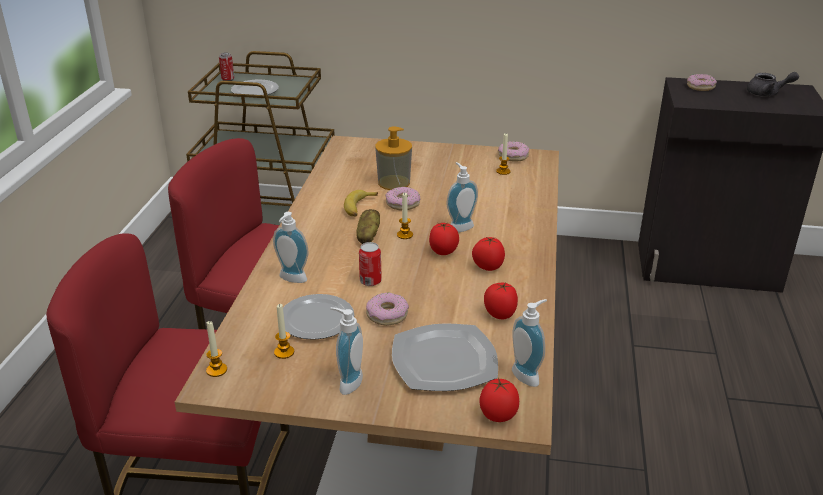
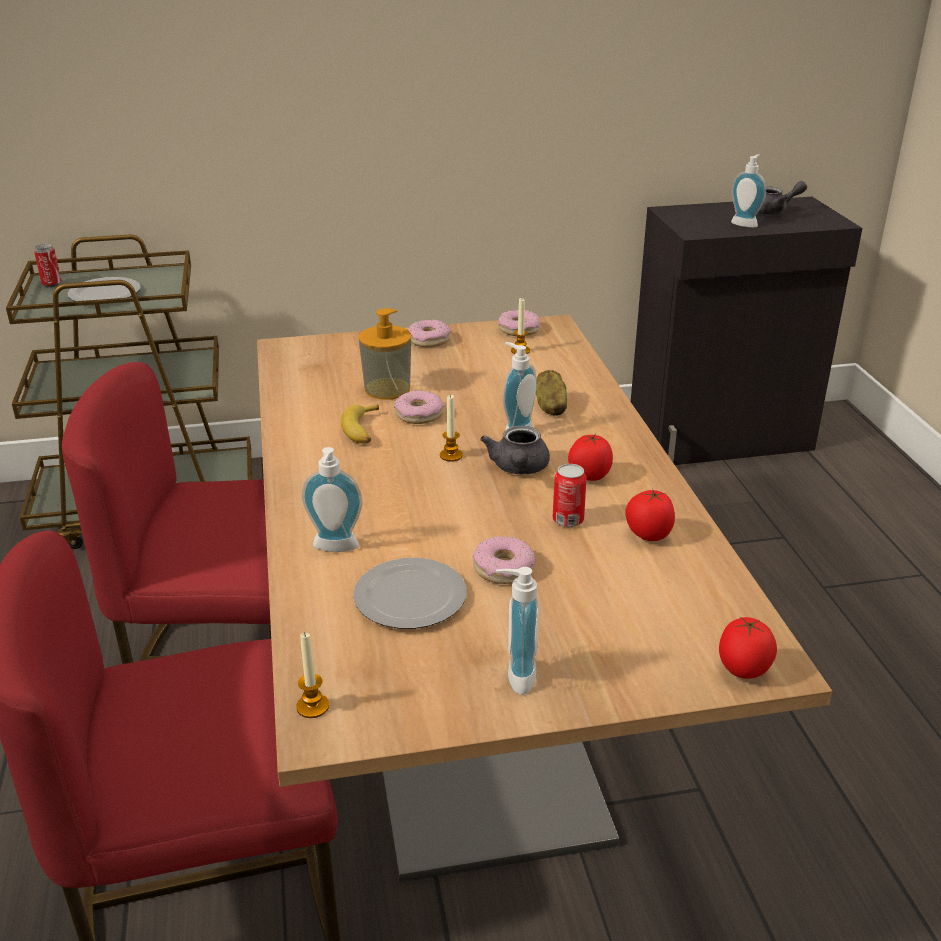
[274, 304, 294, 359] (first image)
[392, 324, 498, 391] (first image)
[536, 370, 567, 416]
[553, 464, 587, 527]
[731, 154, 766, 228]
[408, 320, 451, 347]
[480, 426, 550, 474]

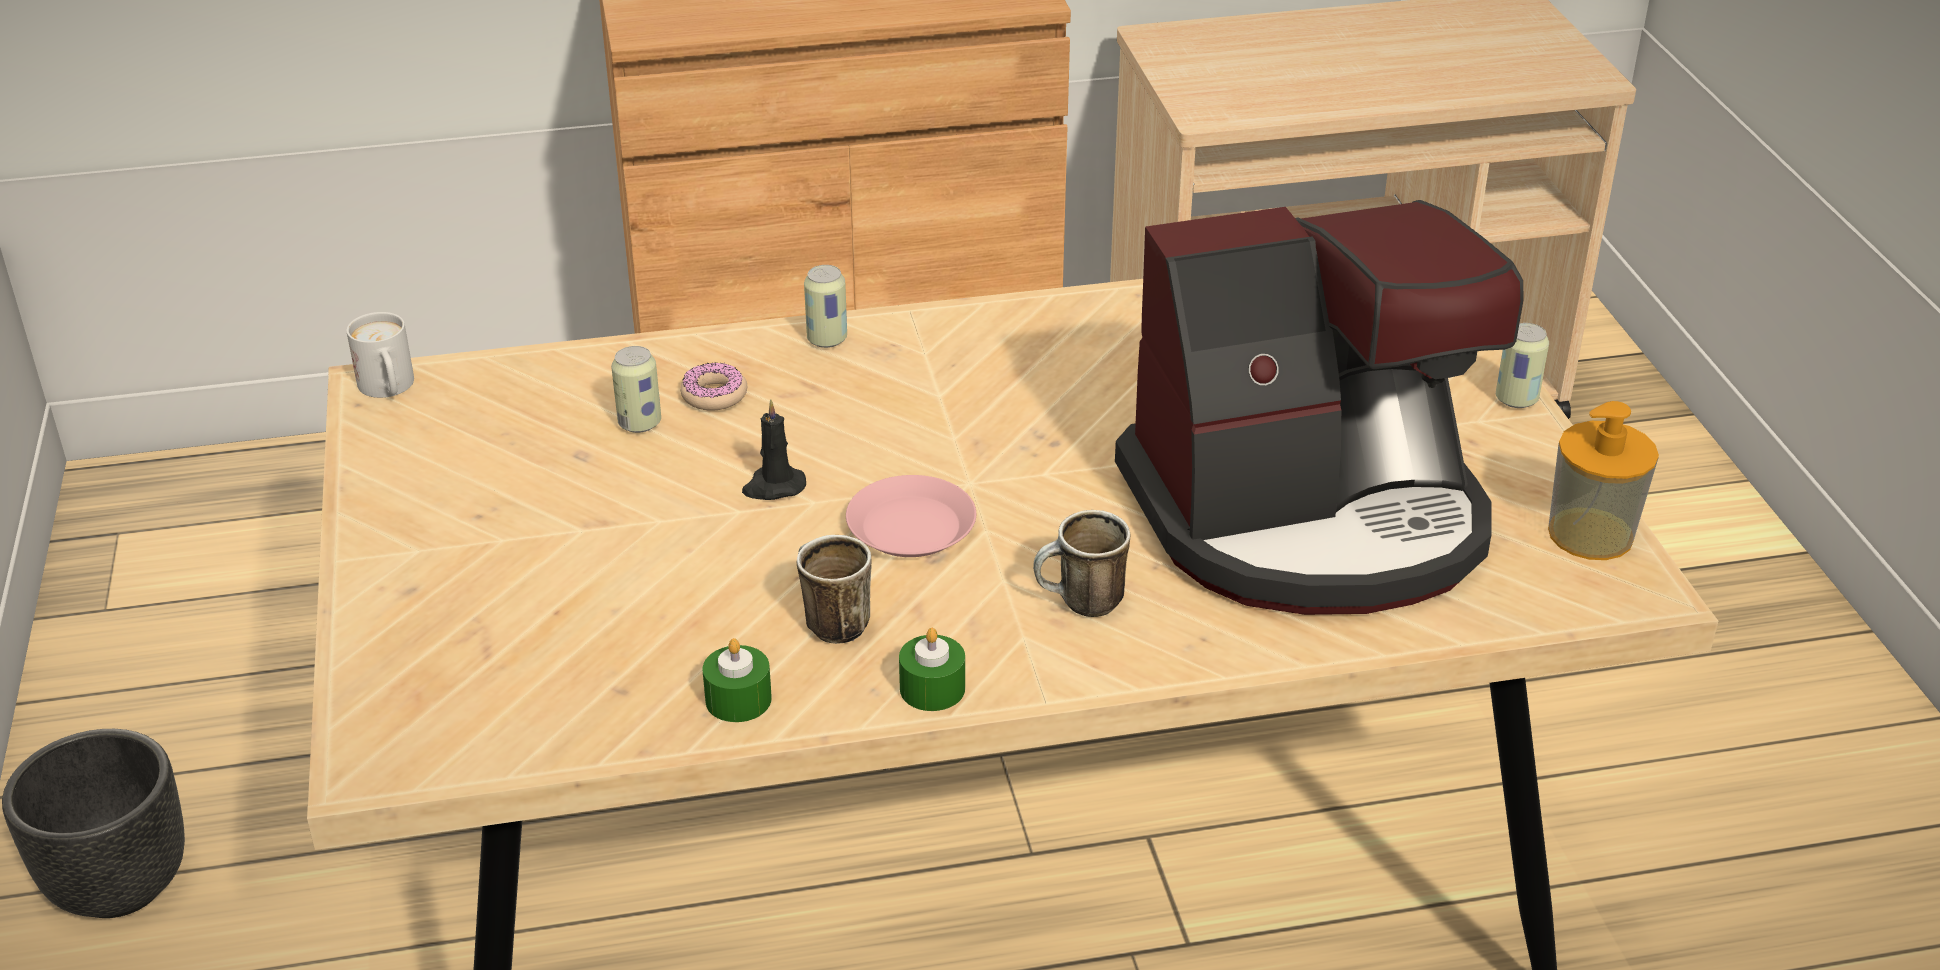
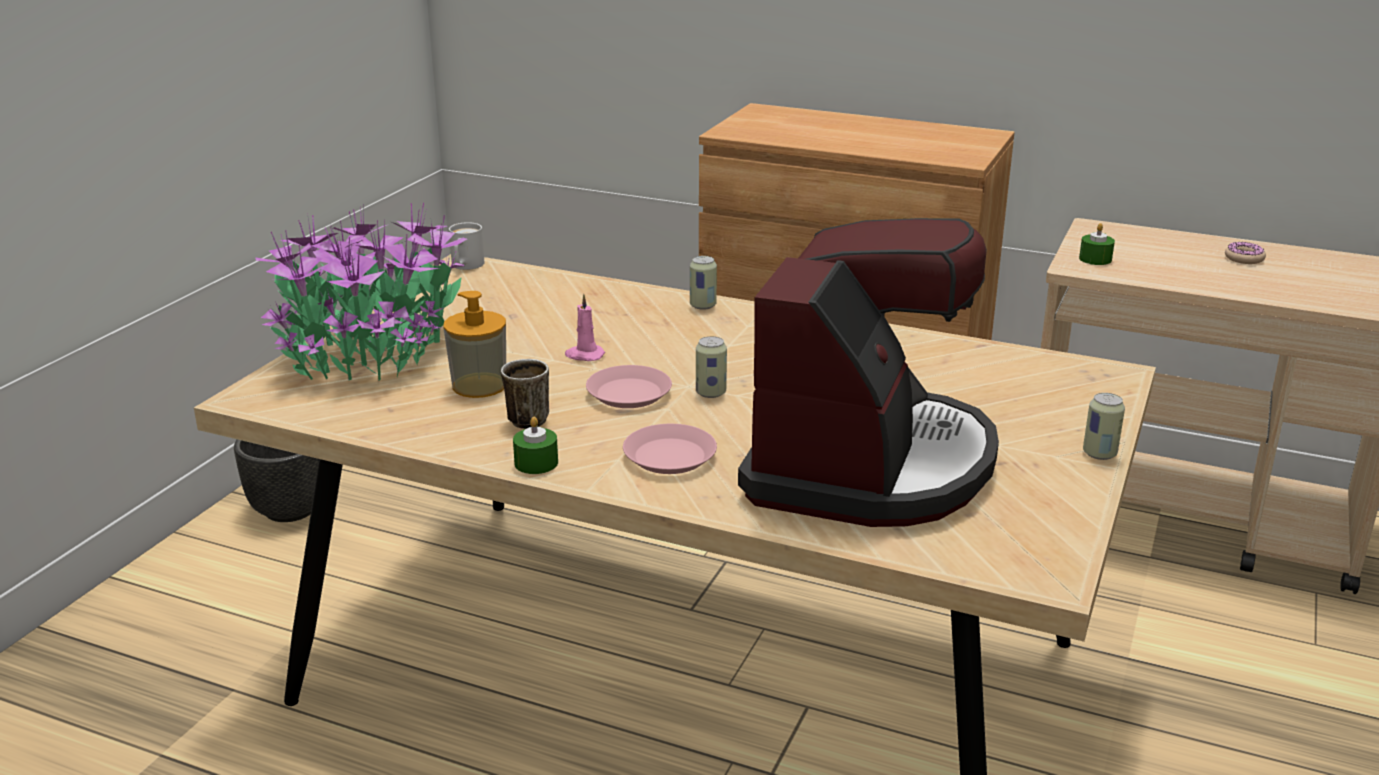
[256, 202, 467, 381]
[696, 336, 727, 398]
[1225, 242, 1266, 264]
[1079, 223, 1115, 265]
[443, 291, 506, 398]
[623, 424, 717, 474]
[565, 294, 605, 361]
[738, 218, 999, 527]

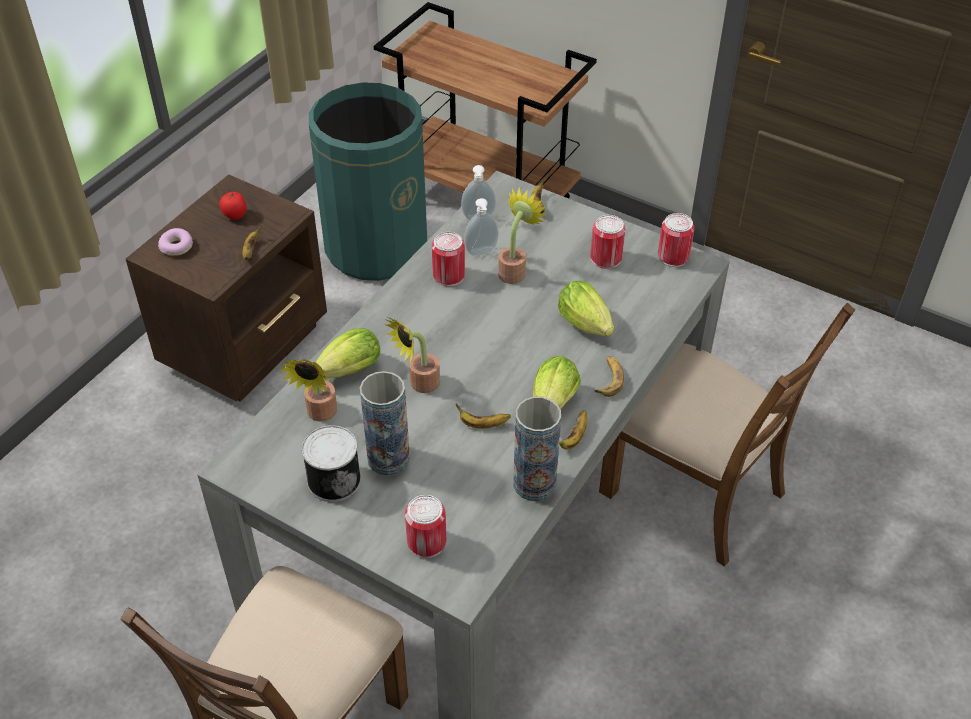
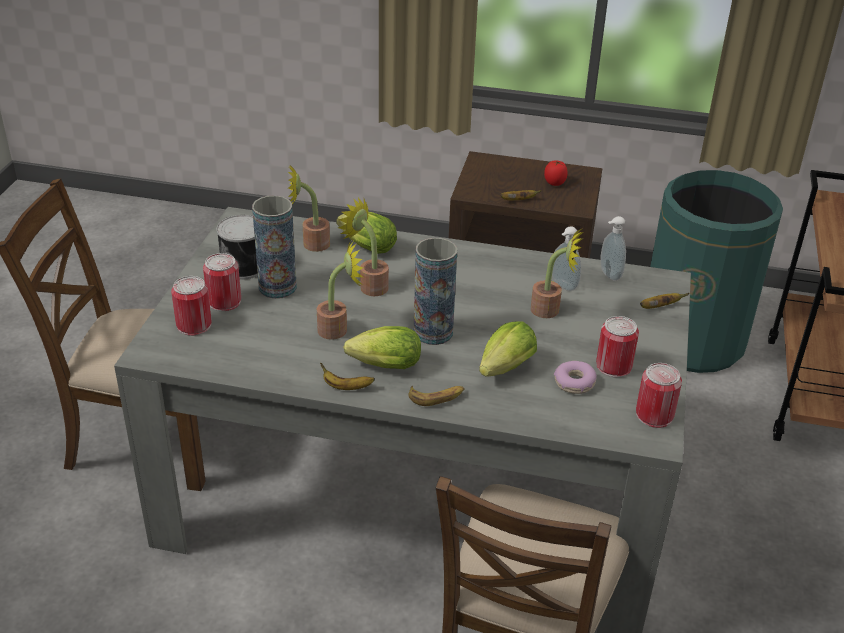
[554, 361, 597, 394]
[203, 253, 241, 311]
[414, 238, 457, 345]
[317, 240, 363, 340]

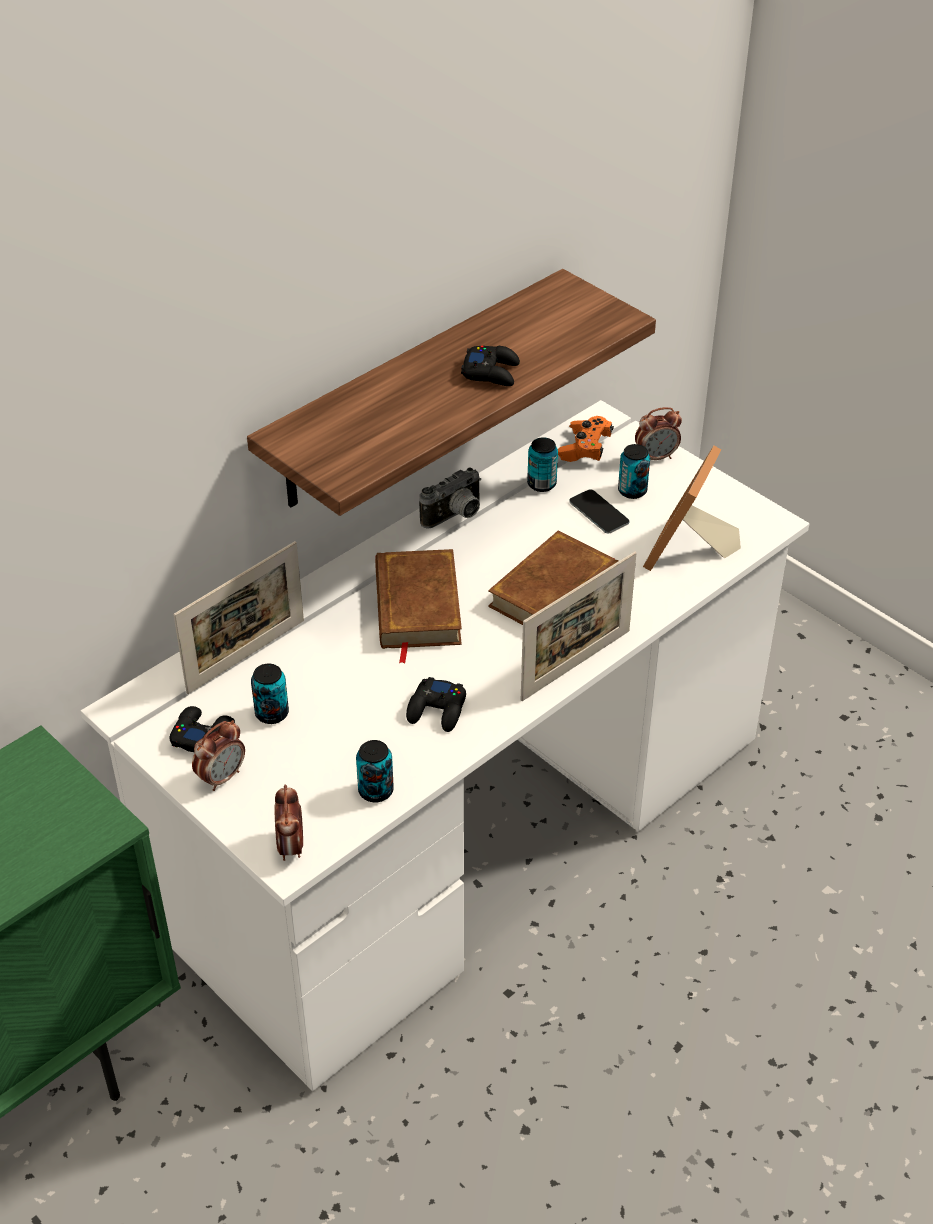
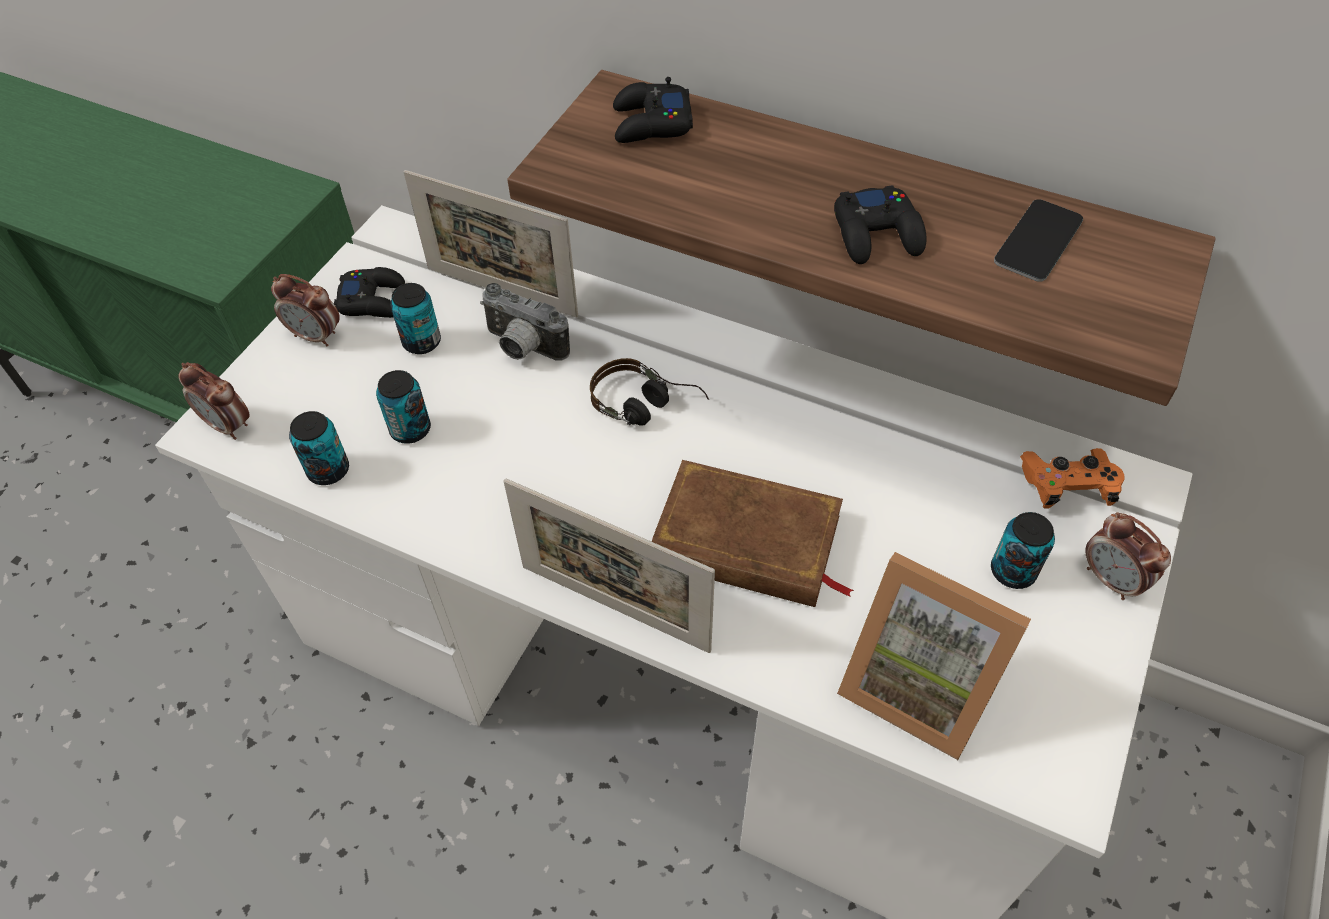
[613, 77, 693, 143]
[480, 283, 570, 360]
[376, 370, 431, 444]
[994, 199, 1083, 282]
[590, 358, 709, 425]
[178, 362, 250, 440]
[837, 552, 1031, 760]

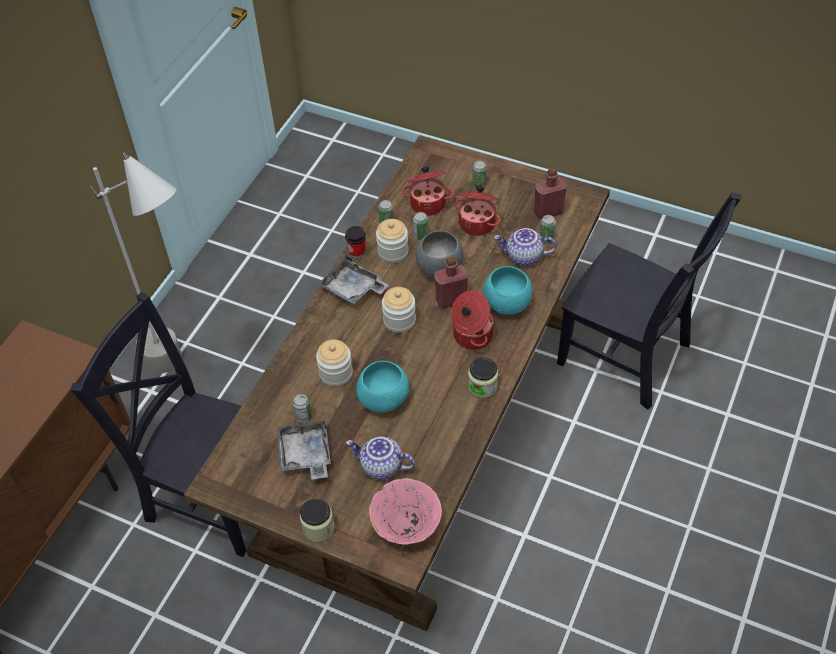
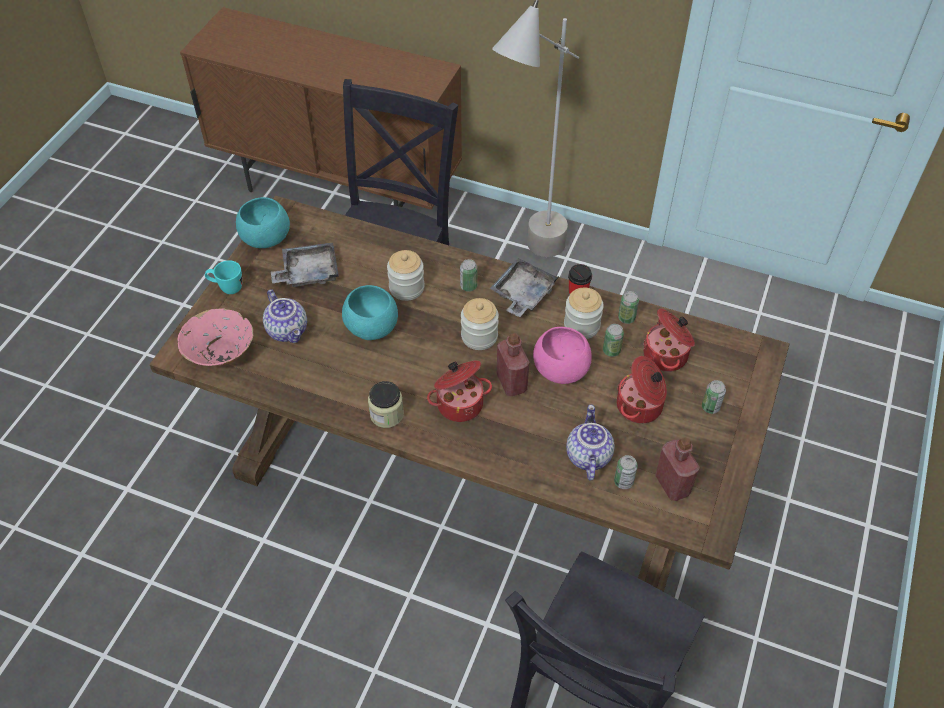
[460, 259, 477, 292]
[236, 197, 290, 248]
[205, 260, 242, 294]
[533, 327, 592, 384]
[263, 289, 307, 343]

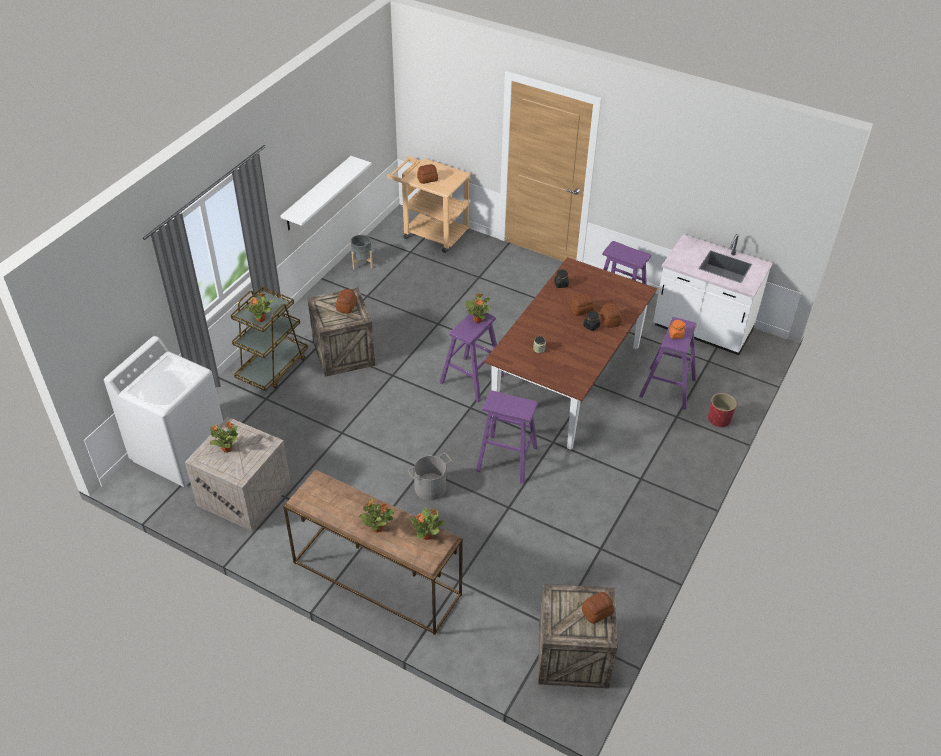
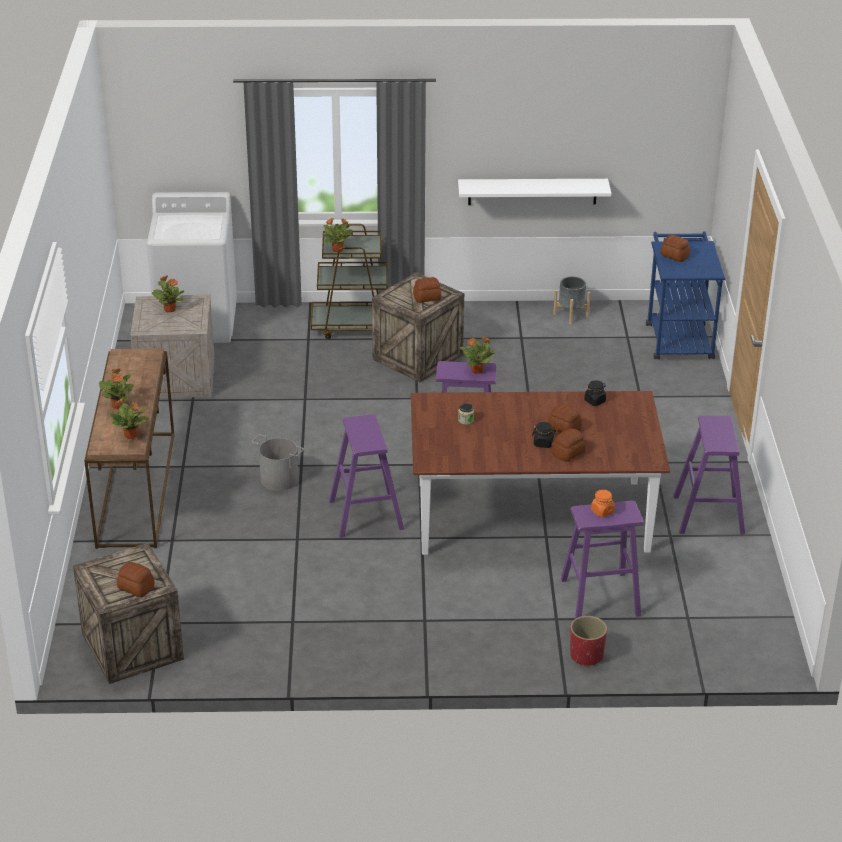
[653, 234, 773, 355] (first image)
[646, 231, 725, 359]

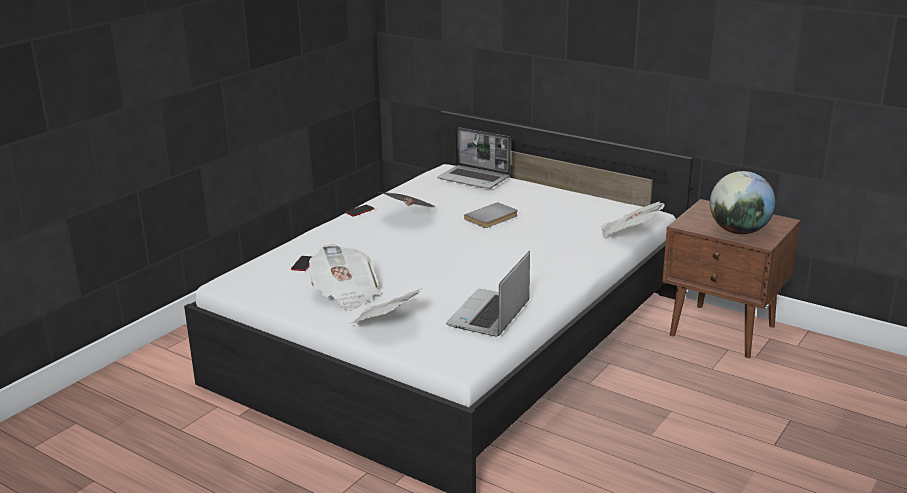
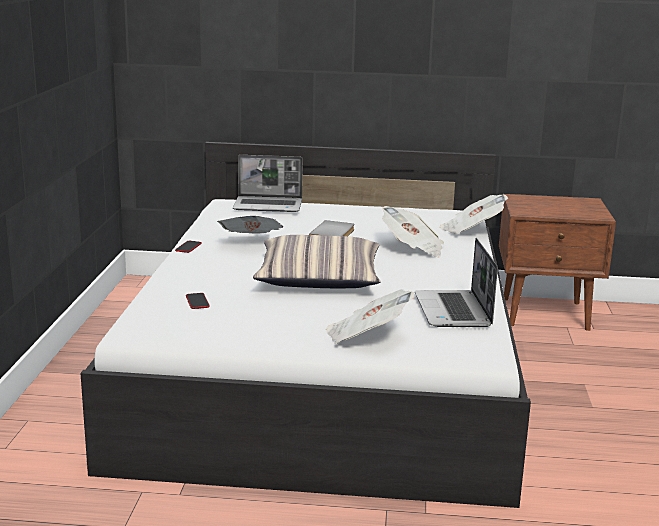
[710, 171, 775, 234] (first image)
[253, 235, 381, 288]
[382, 206, 444, 257]

